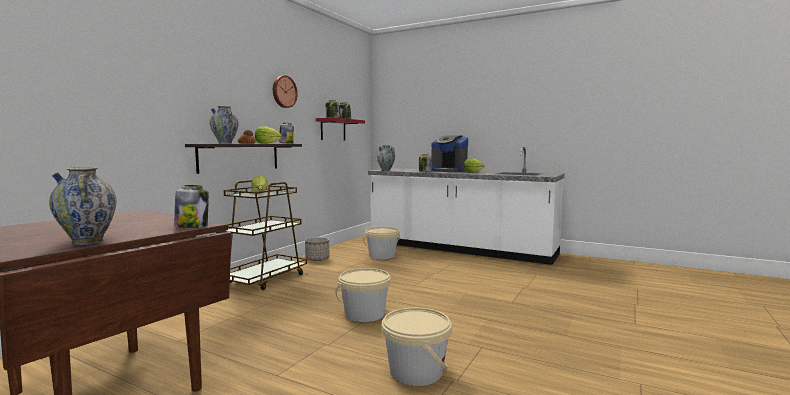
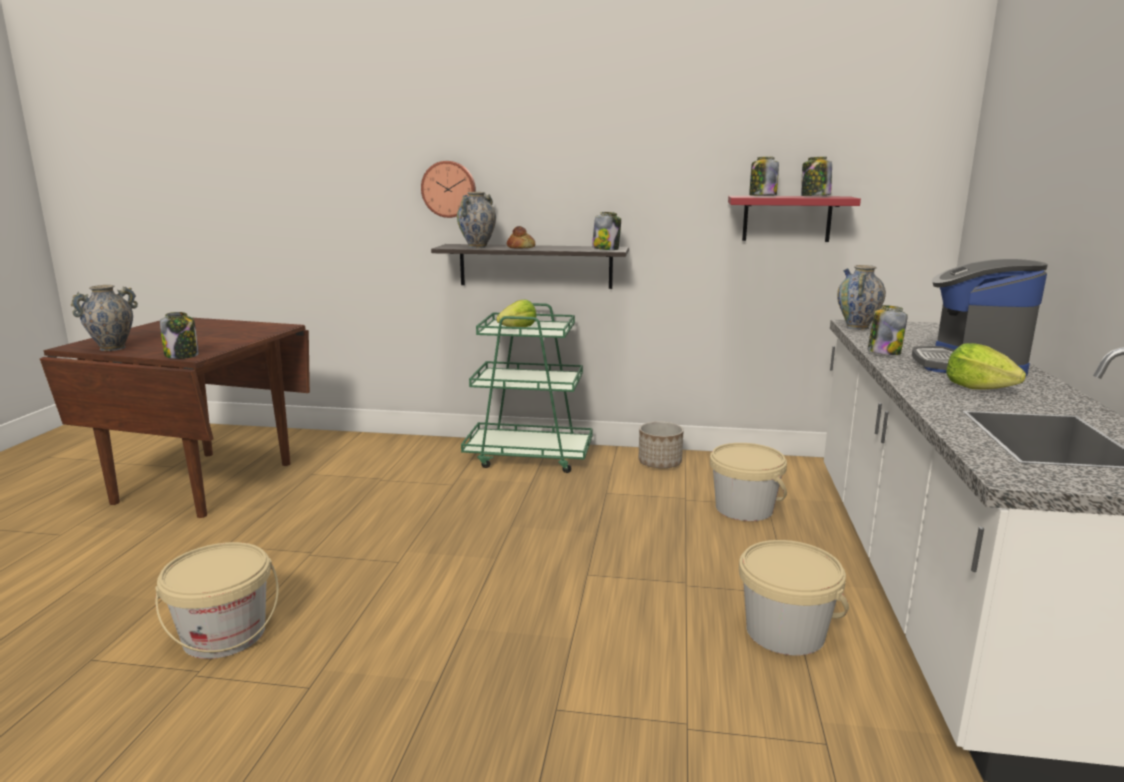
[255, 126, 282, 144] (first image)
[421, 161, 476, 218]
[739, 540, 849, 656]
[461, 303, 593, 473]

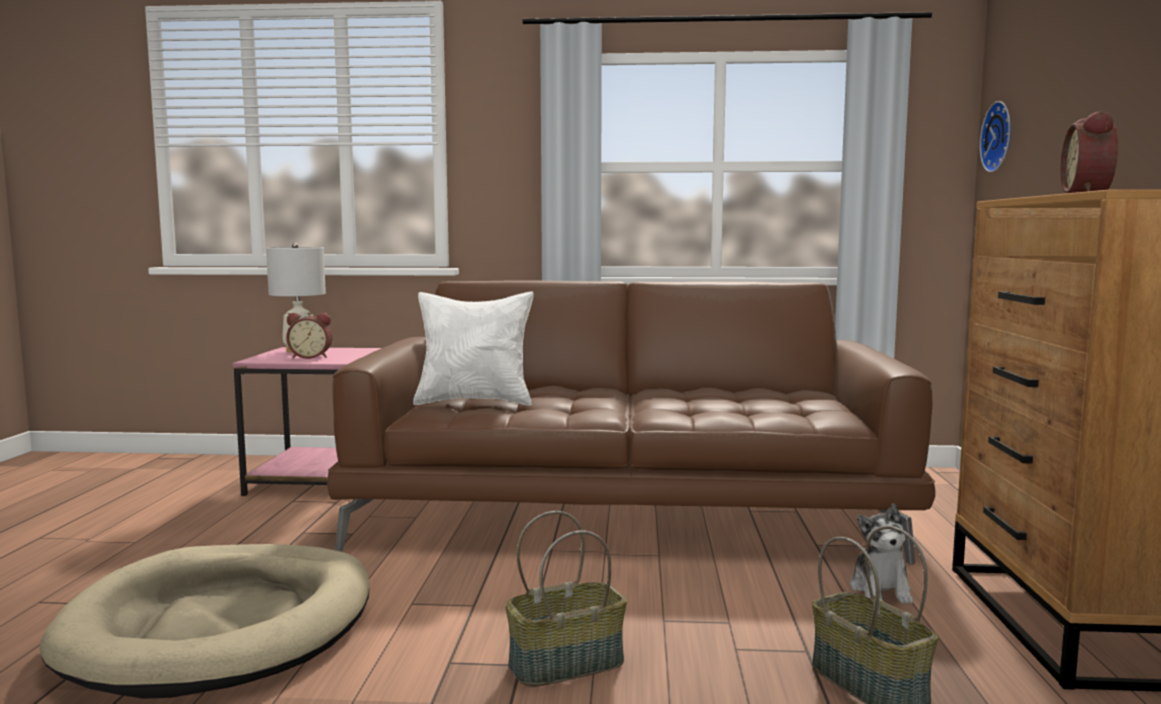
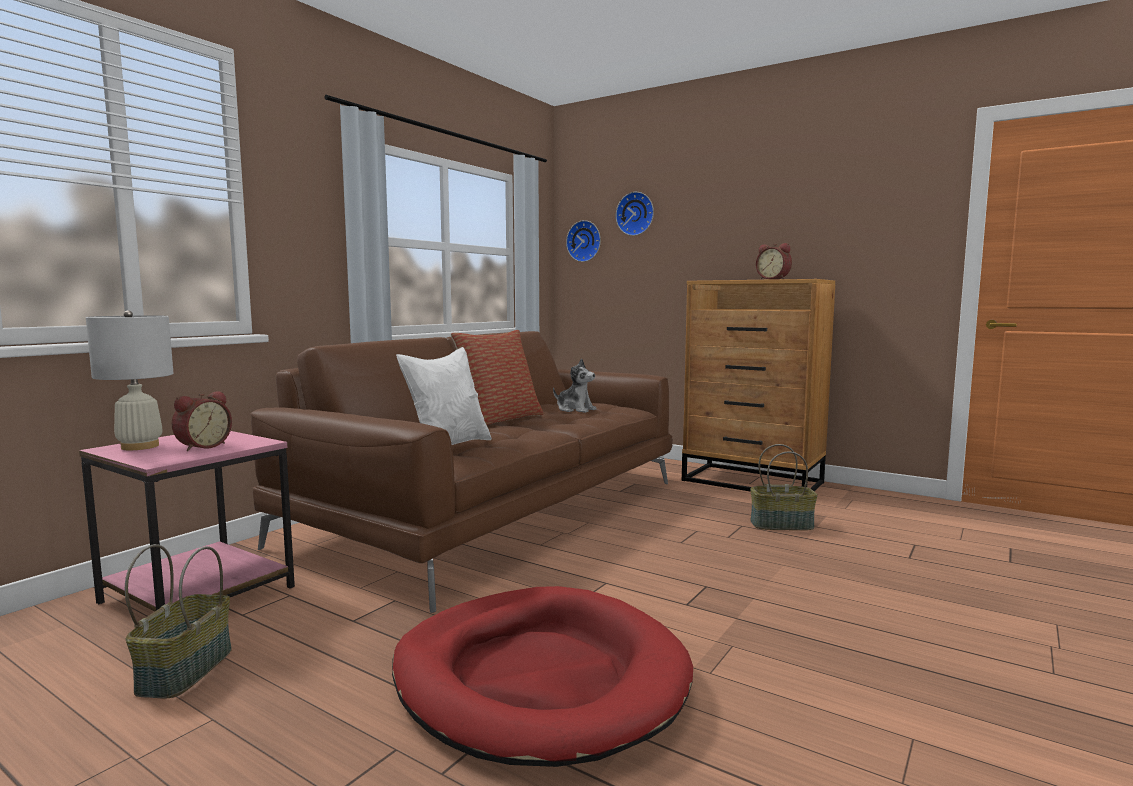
[451, 330, 543, 425]
[616, 192, 654, 236]
[125, 544, 232, 699]
[553, 359, 597, 413]
[392, 586, 693, 767]

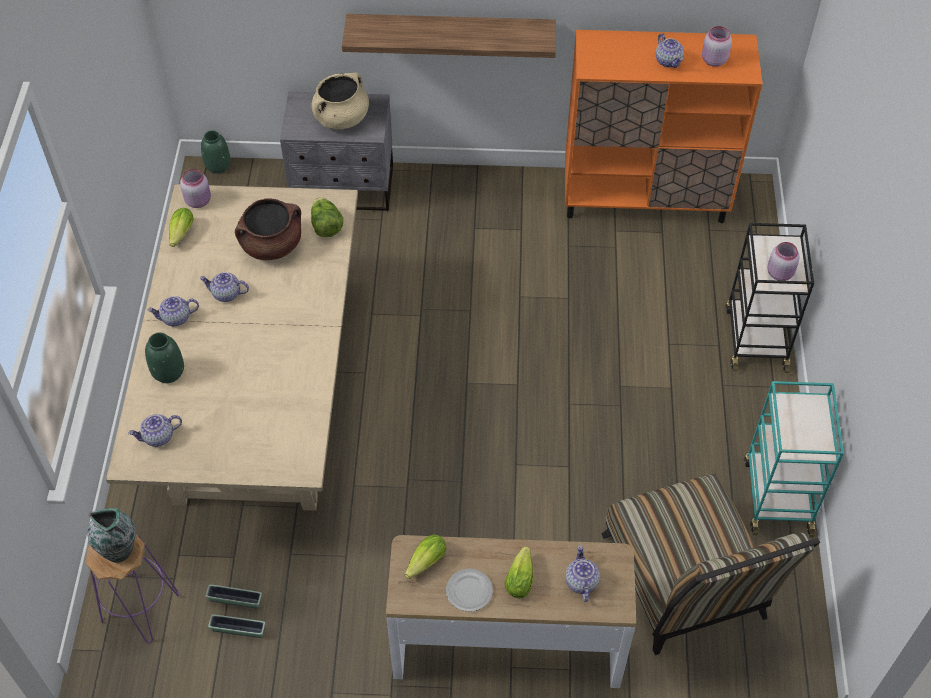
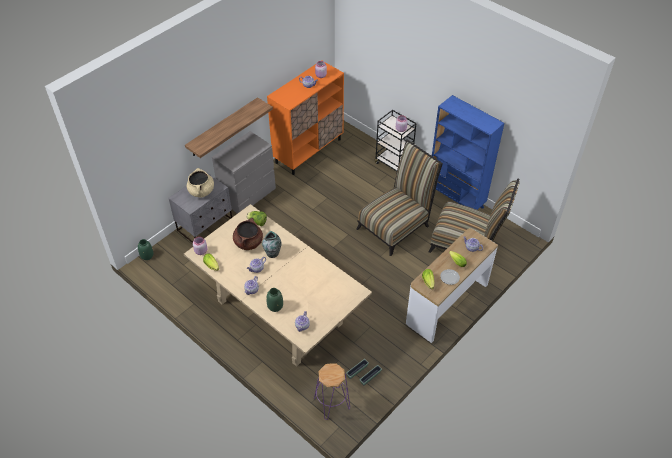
[212, 131, 276, 214]
[356, 139, 443, 256]
[262, 231, 282, 258]
[432, 95, 504, 210]

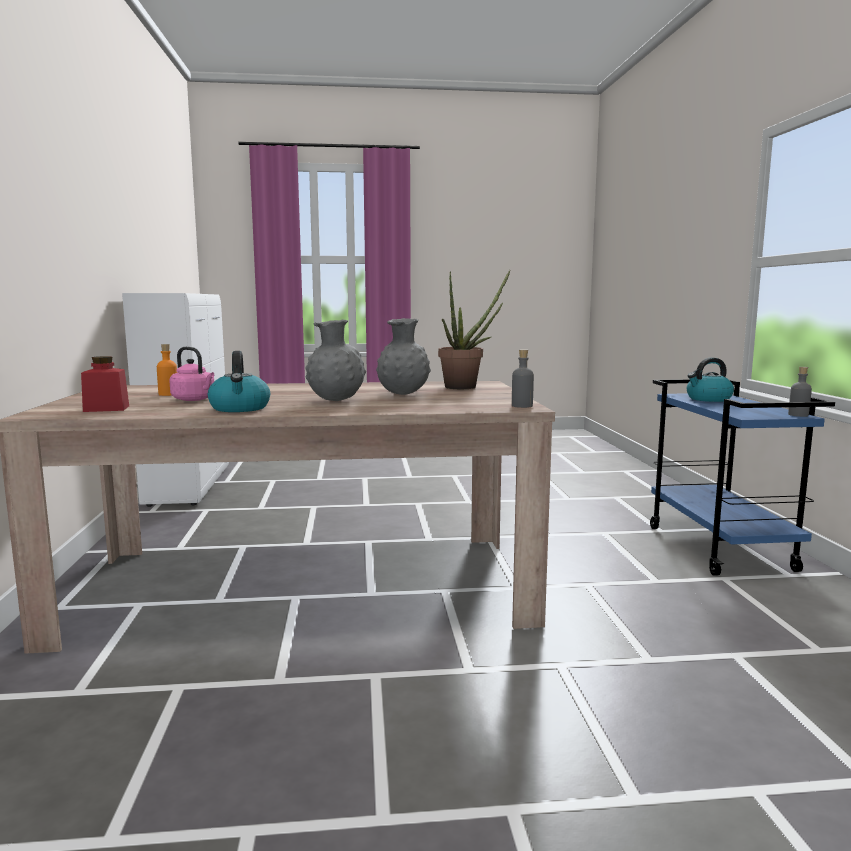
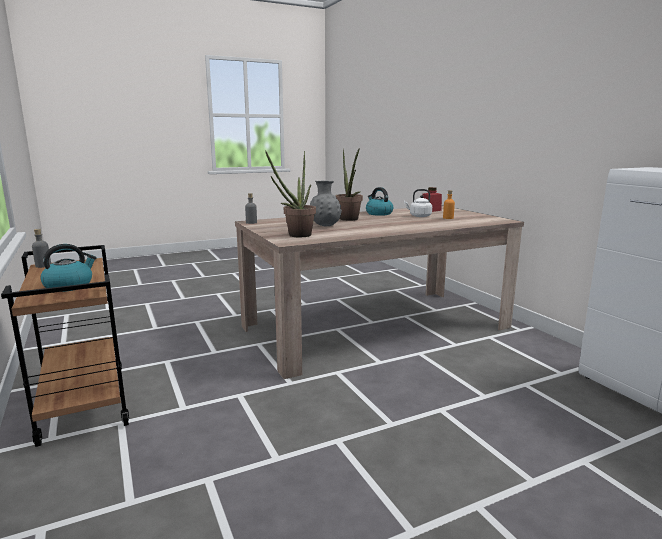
[336, 148, 363, 221]
[404, 189, 432, 217]
[1, 245, 129, 447]

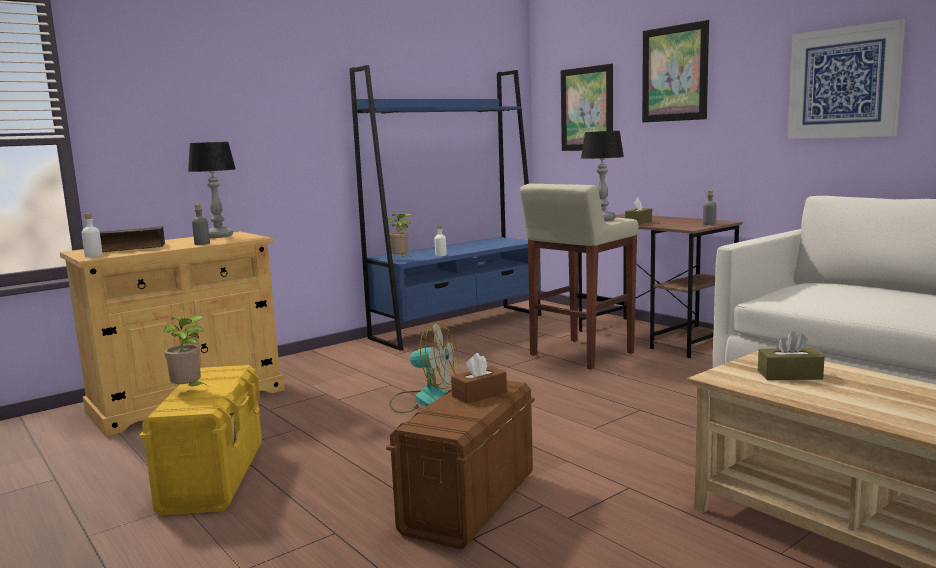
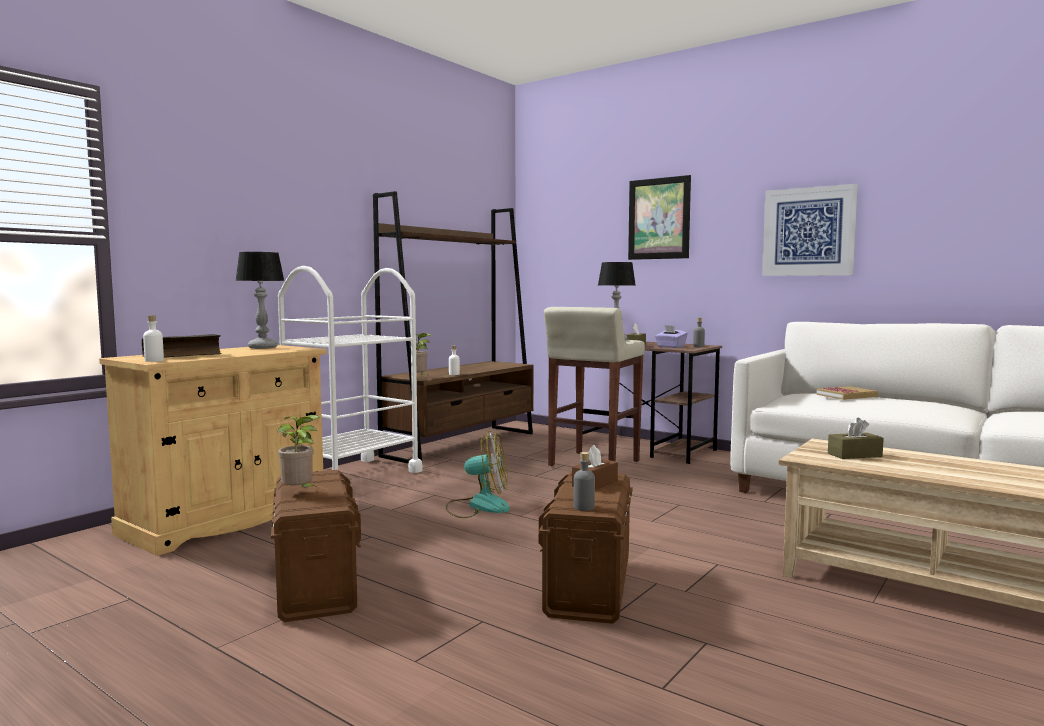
[561, 63, 613, 151] (first image)
[278, 266, 423, 473]
[655, 325, 688, 348]
[816, 386, 878, 400]
[574, 452, 595, 511]
[271, 470, 361, 622]
[373, 191, 534, 465]

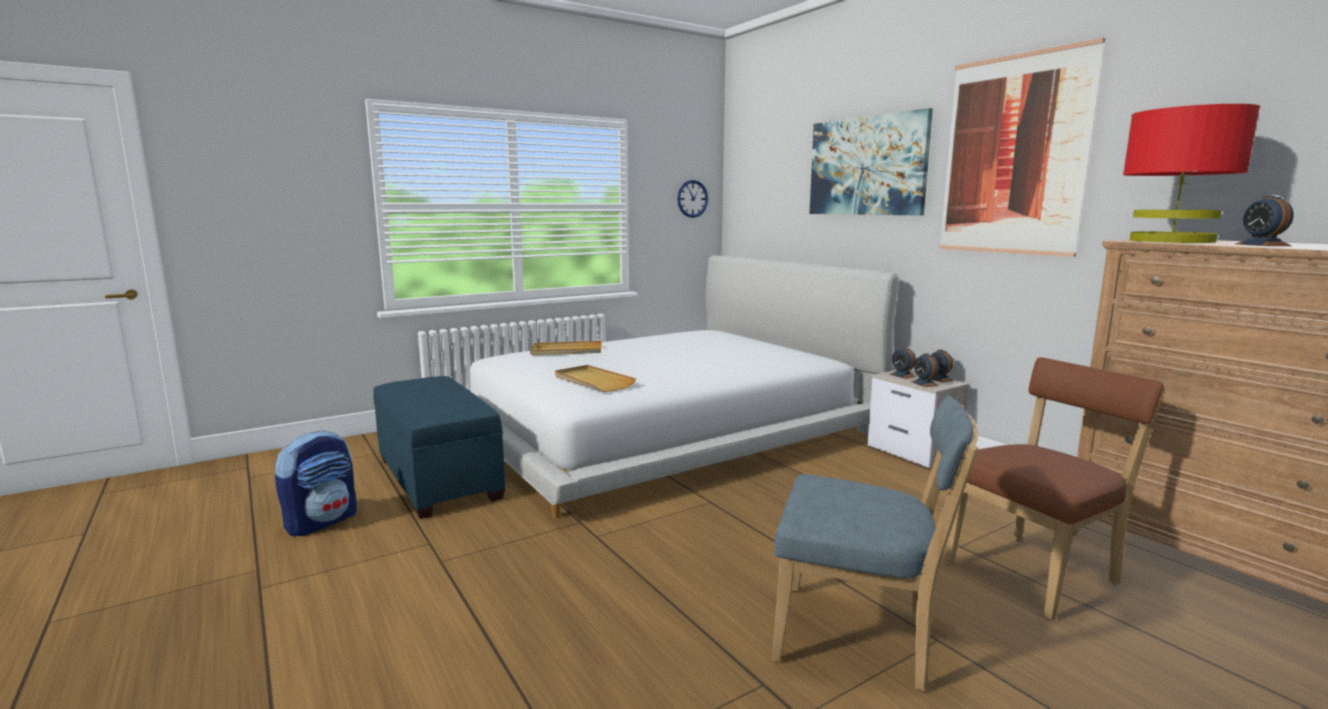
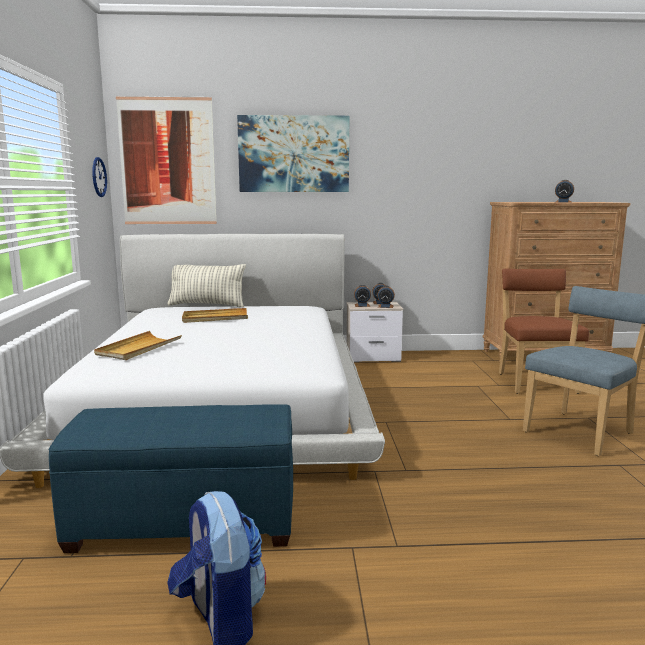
[1123, 104, 1260, 243] (first image)
[167, 264, 246, 308]
[182, 308, 248, 323]
[116, 96, 217, 224]

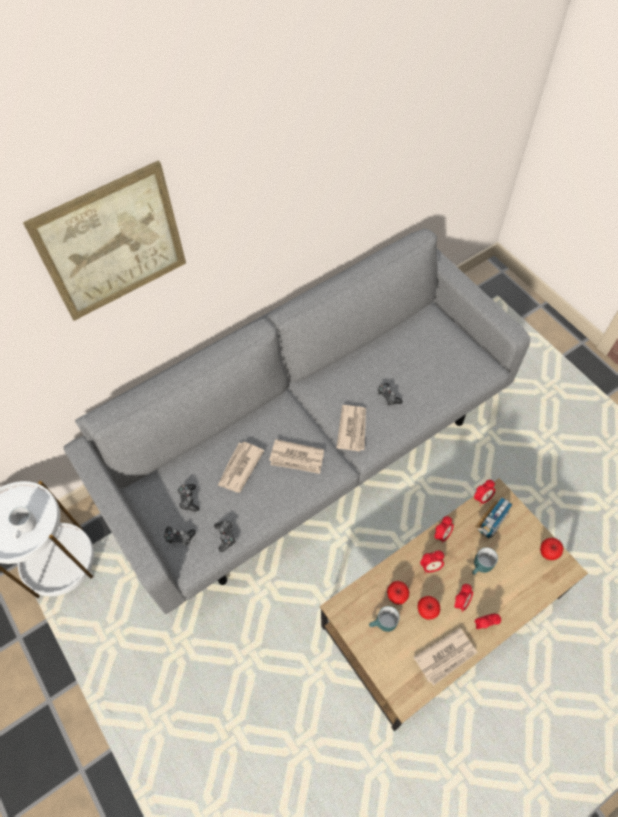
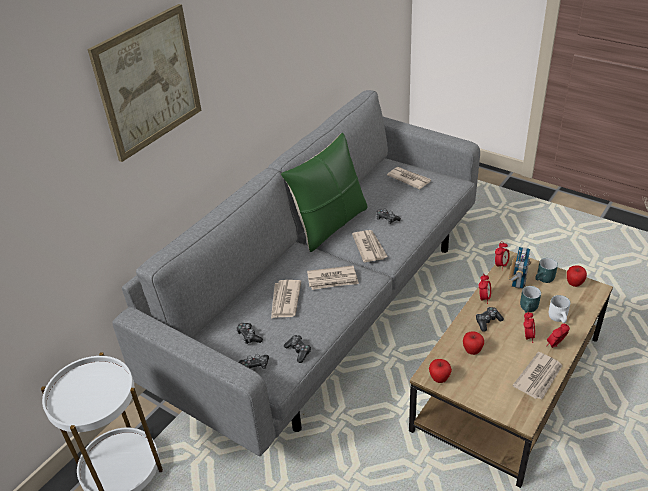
[281, 132, 368, 252]
[387, 167, 431, 189]
[549, 295, 570, 323]
[535, 258, 558, 283]
[429, 359, 452, 383]
[476, 307, 504, 332]

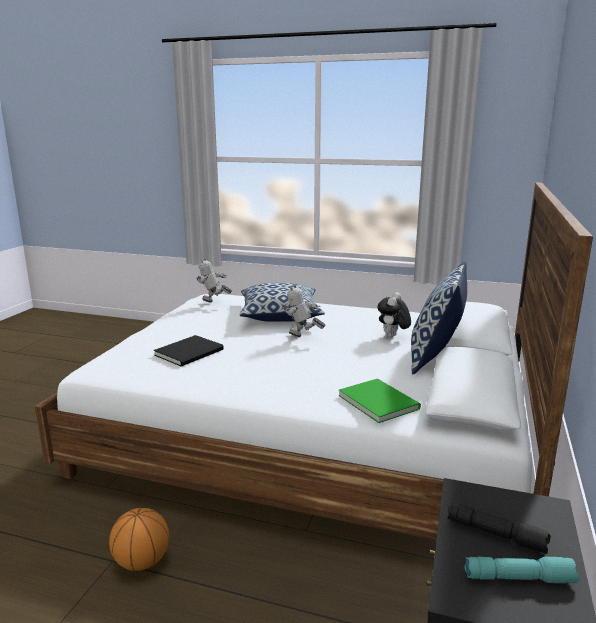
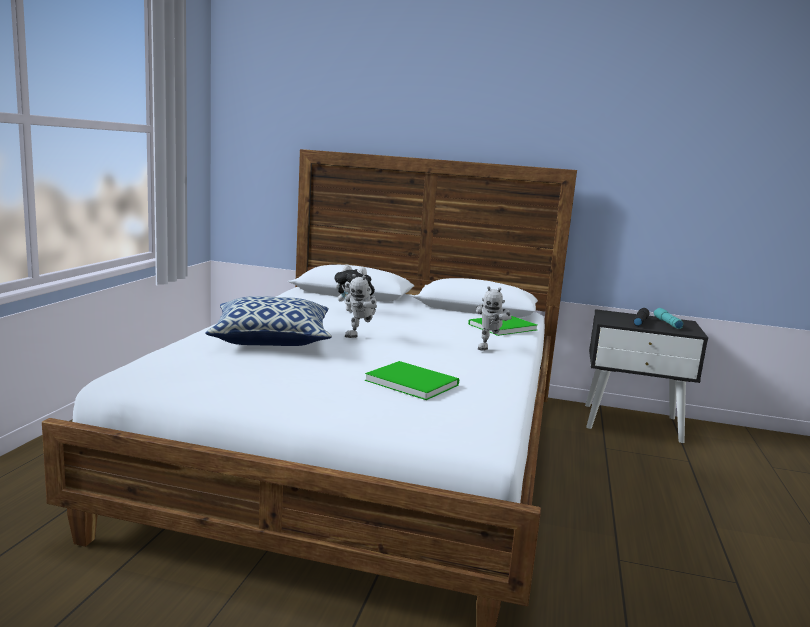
[109, 508, 169, 571] (first image)
[411, 261, 467, 374] (first image)
[476, 286, 512, 351]
[365, 361, 459, 400]

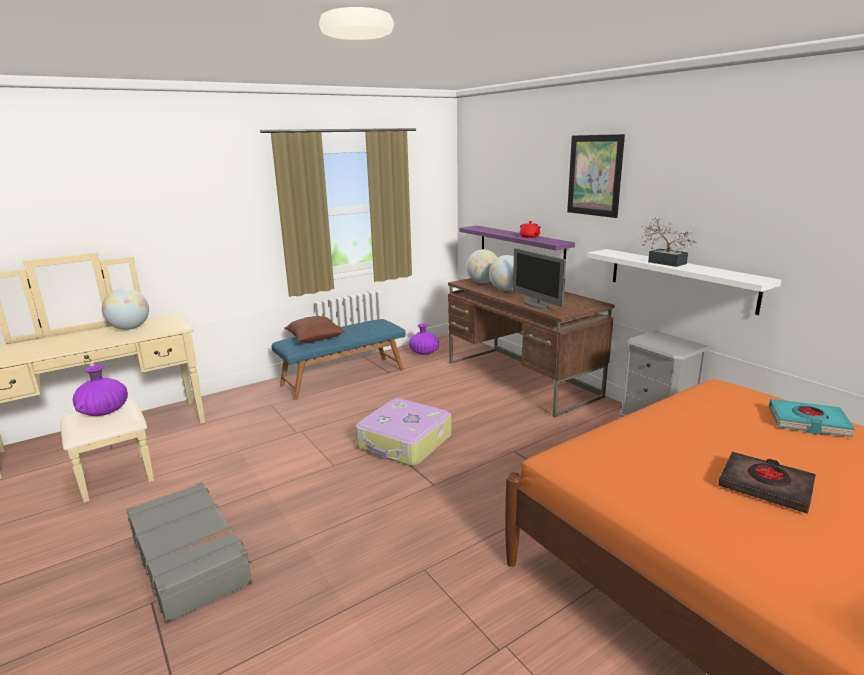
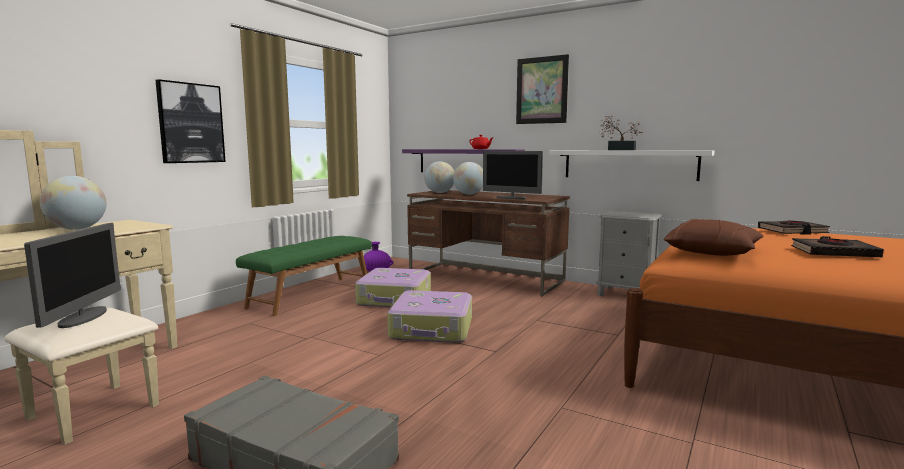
[156, 79, 226, 163]
[355, 268, 431, 308]
[664, 219, 764, 256]
[24, 223, 121, 328]
[236, 236, 372, 316]
[758, 221, 830, 235]

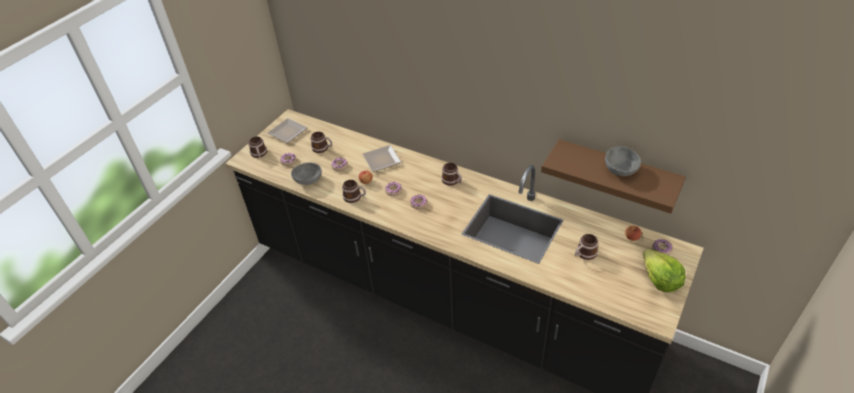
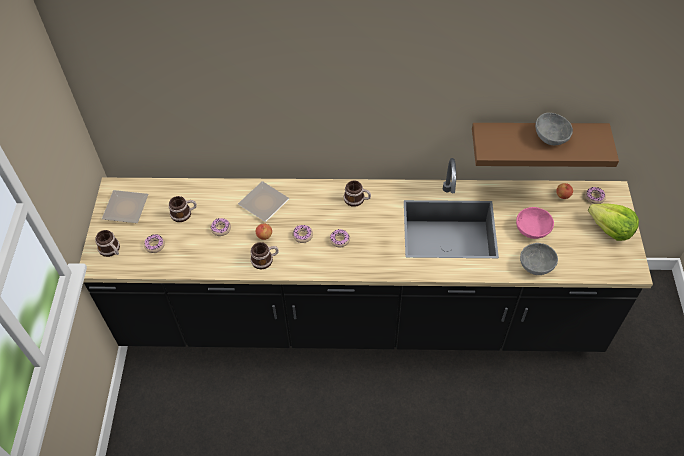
[520, 243, 558, 275]
[516, 207, 554, 239]

